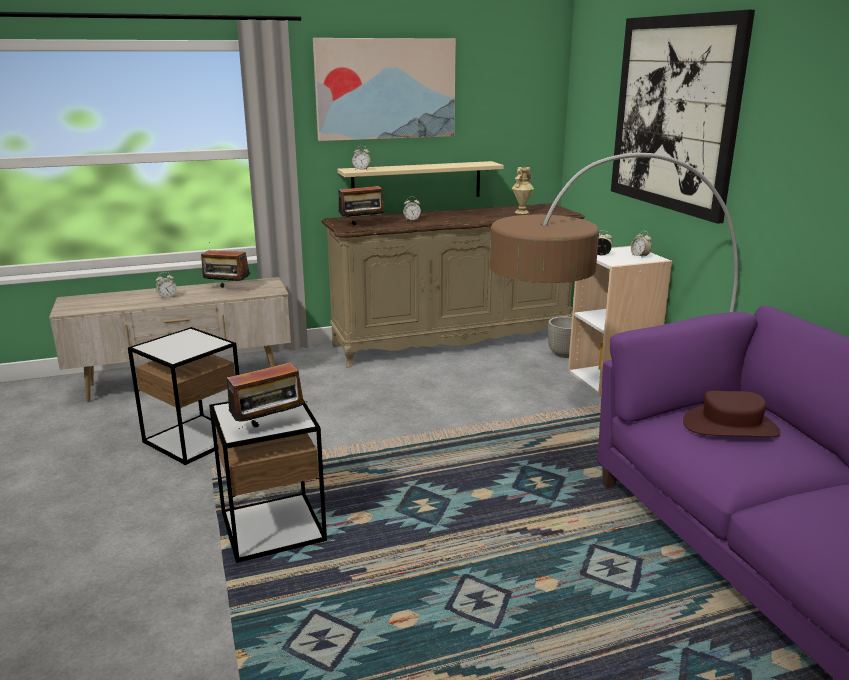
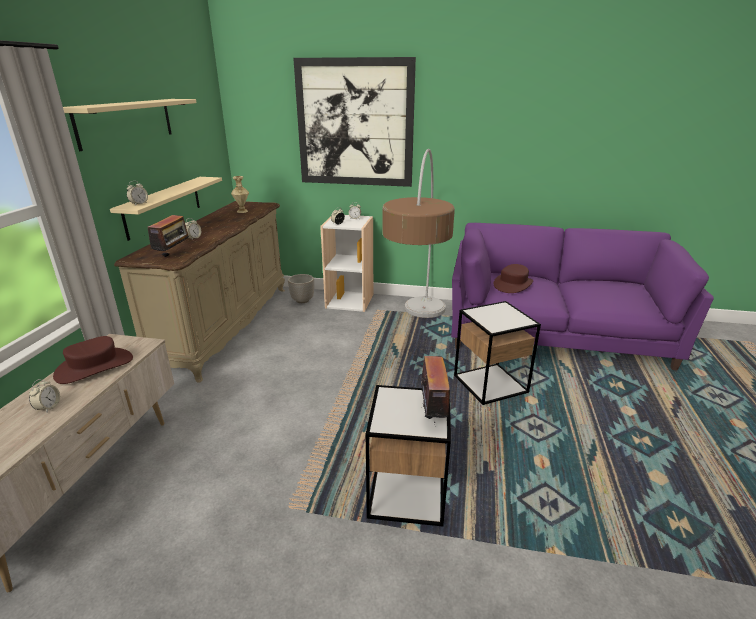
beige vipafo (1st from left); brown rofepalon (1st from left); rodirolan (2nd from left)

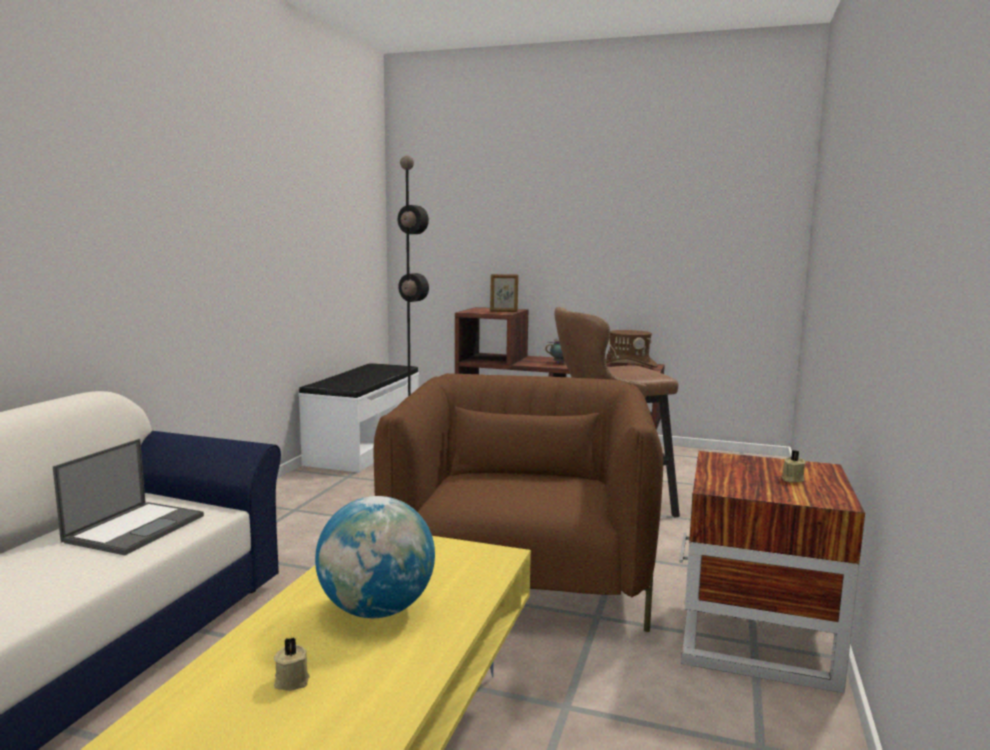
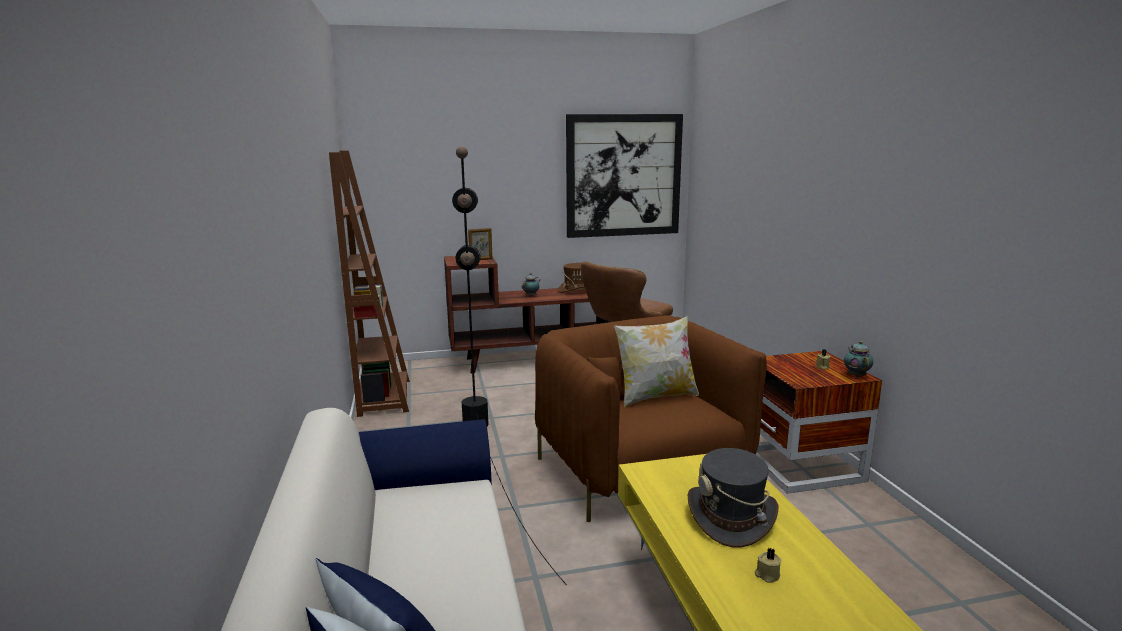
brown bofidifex; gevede; grey rofepalon; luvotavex; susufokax; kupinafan (2nd from left)

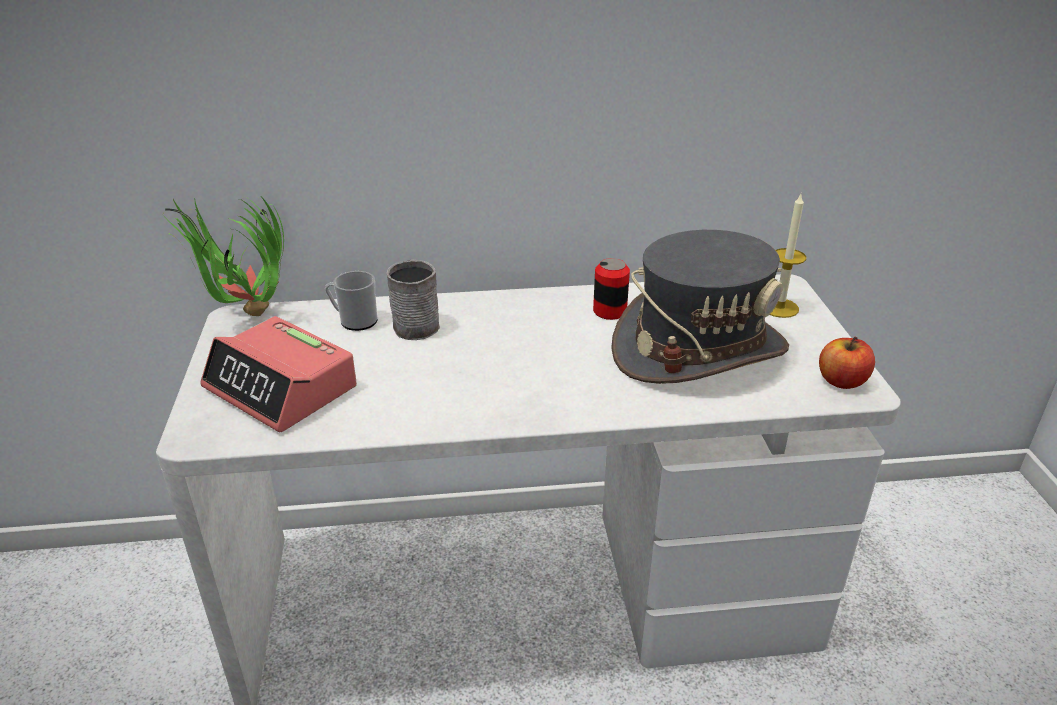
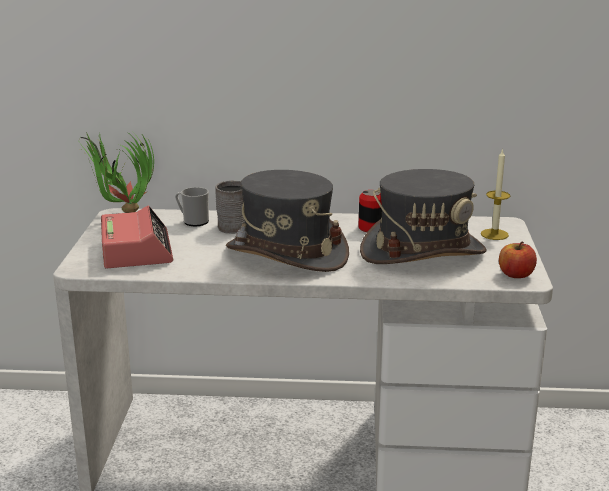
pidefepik; grey rofepalon (1st from left)

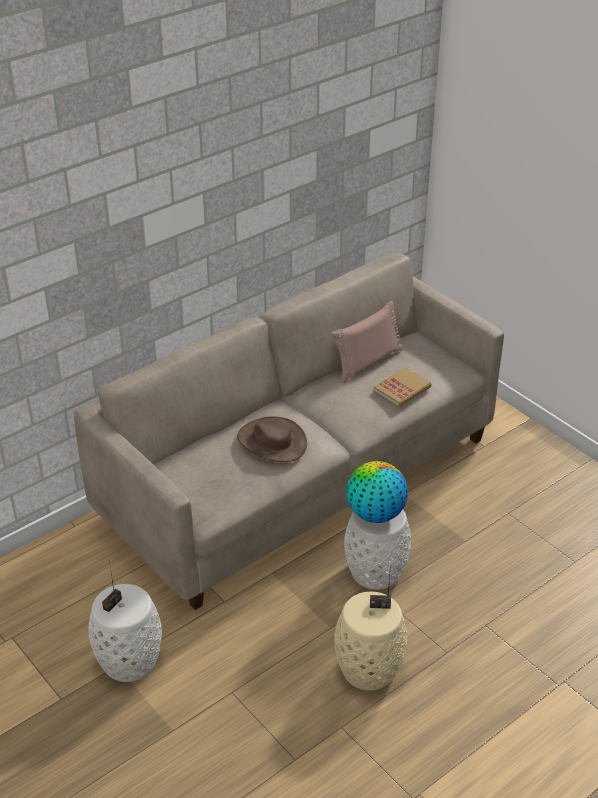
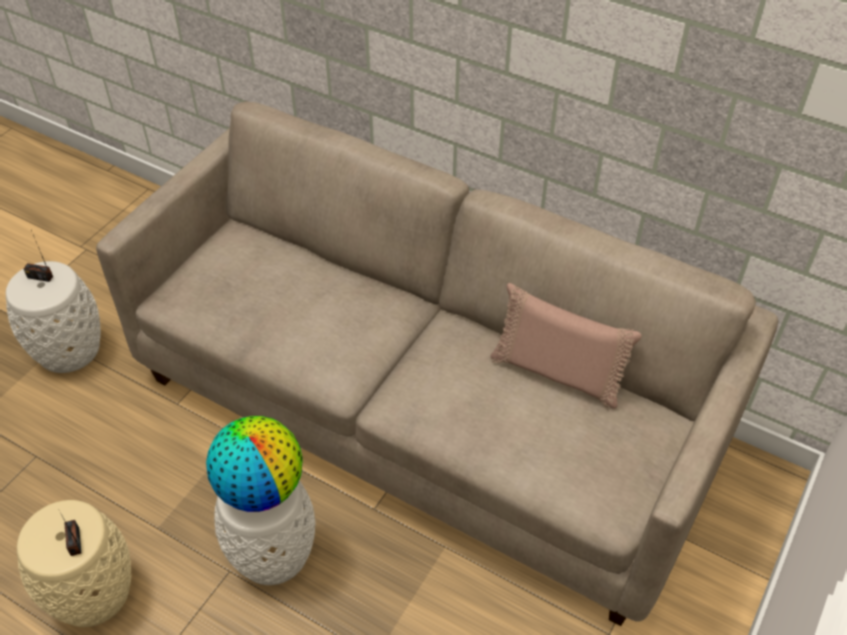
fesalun; brown rofepalon

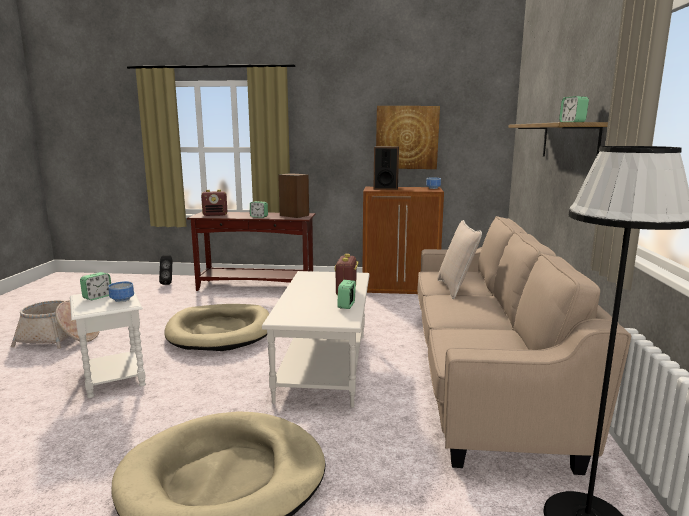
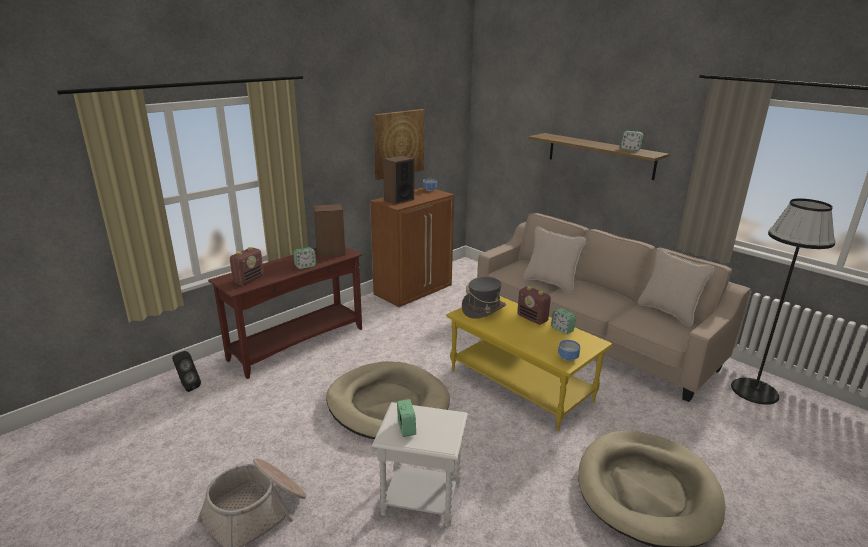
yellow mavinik; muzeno (2nd from left); beige susufokax (2nd from left); grey rofepalon

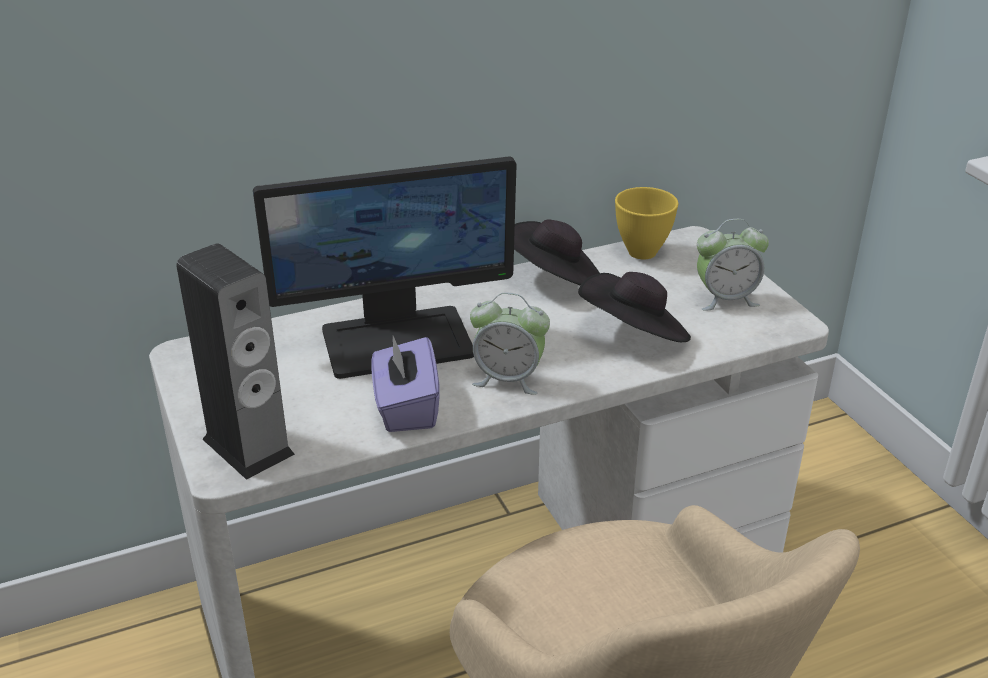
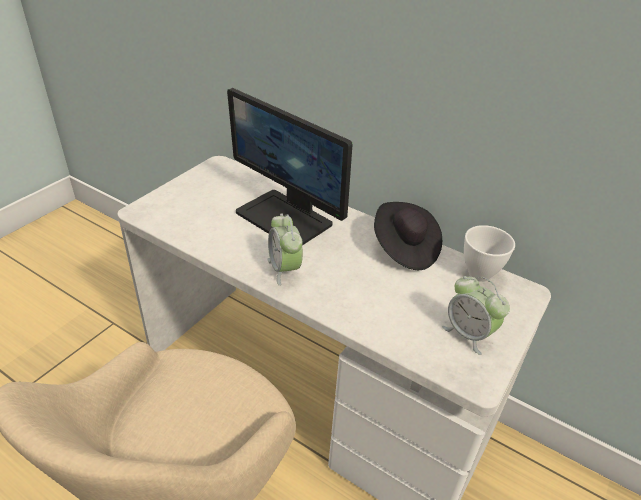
white muzeno; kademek; black rofepalon (2nd from left in the first image); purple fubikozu

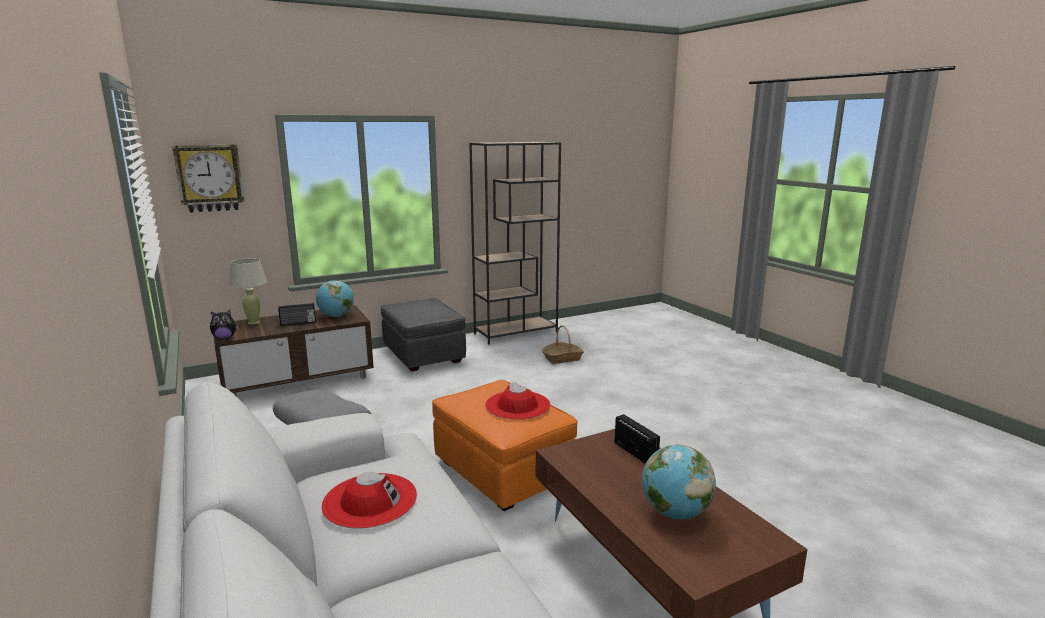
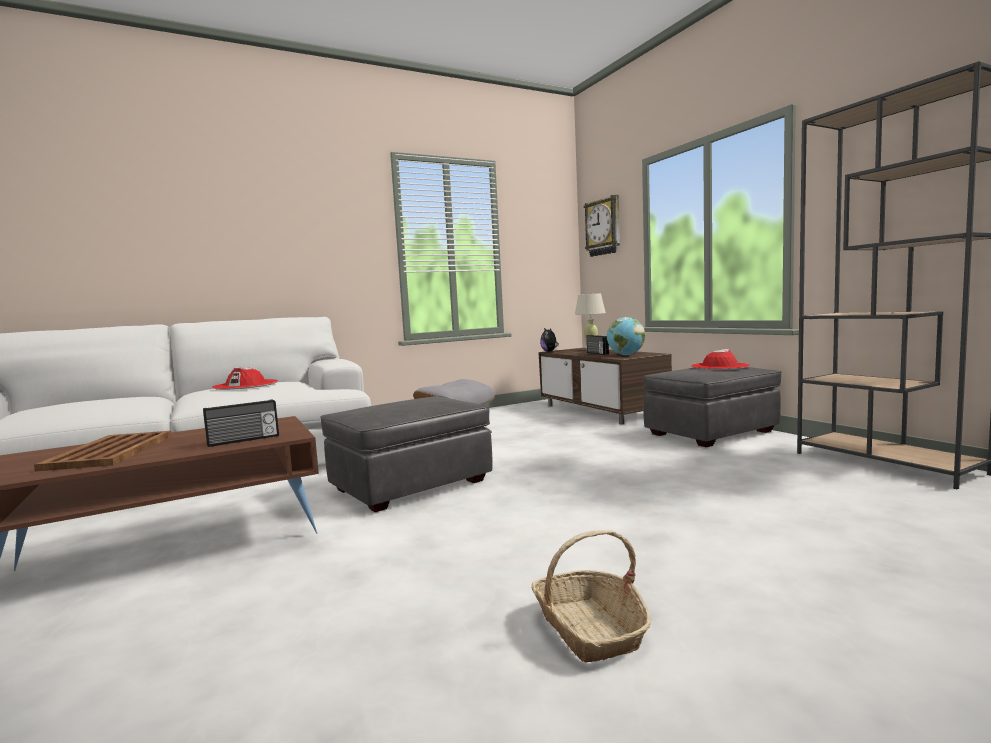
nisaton; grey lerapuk (1st from left); red rofepalon (2nd from left); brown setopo

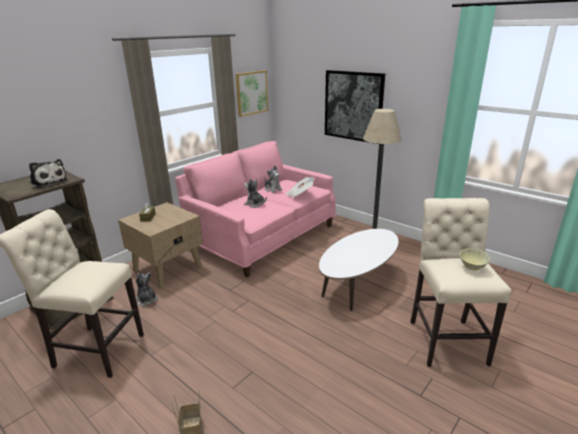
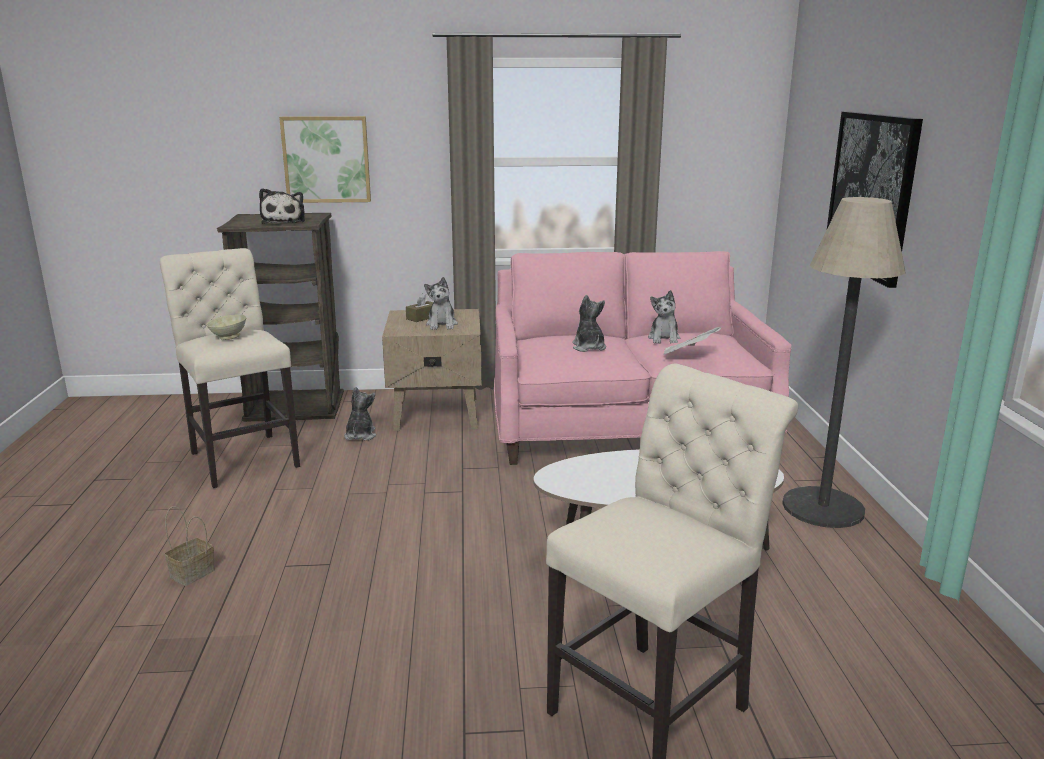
luvotavex (1st from left); beige muzeno; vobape (3rd from left)

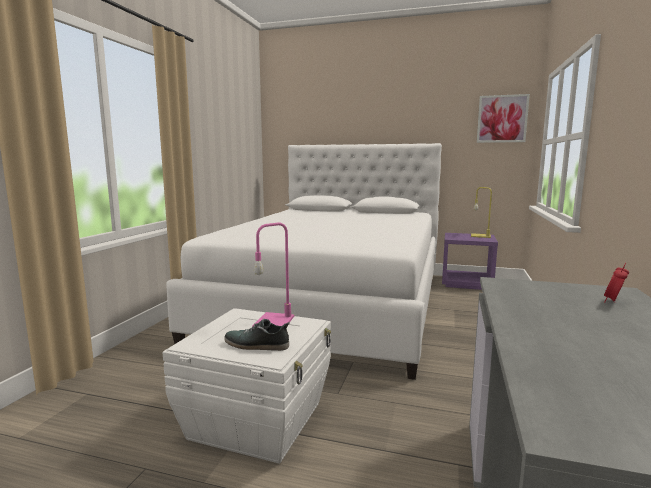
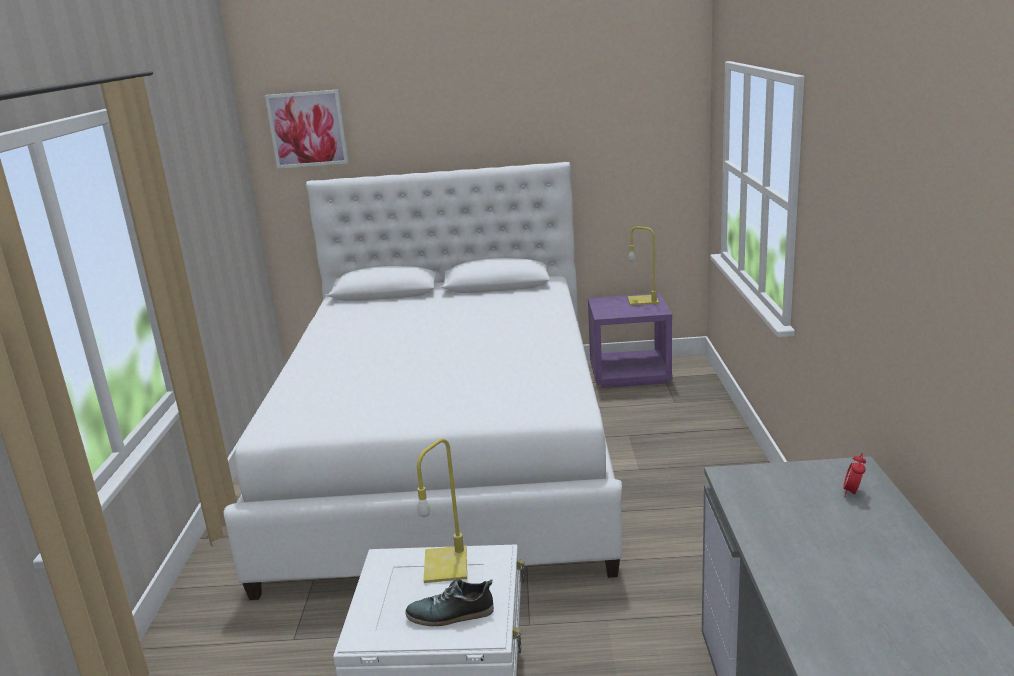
luvotavex; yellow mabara (1st from left)

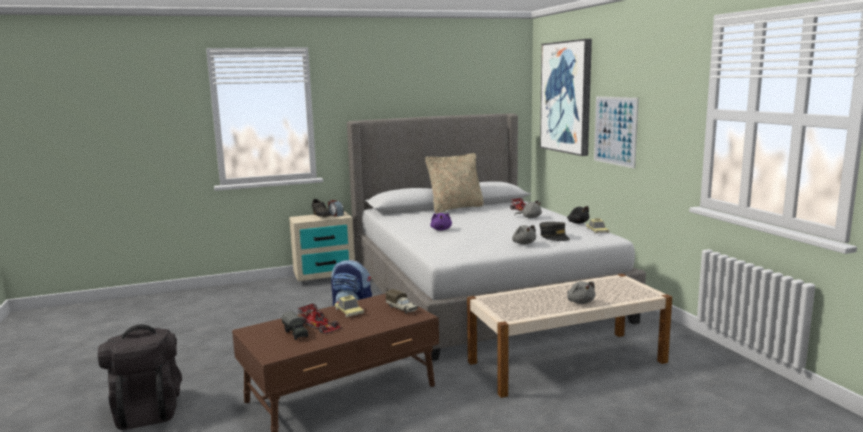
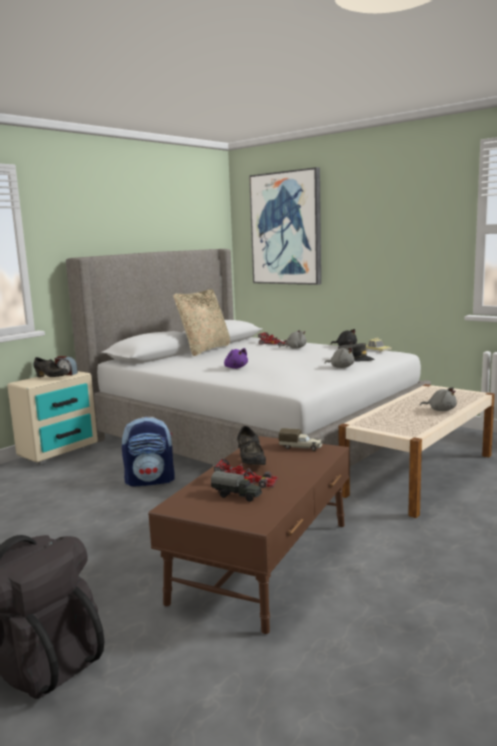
luvotavex (2nd from left in the first image); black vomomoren (2nd from left)

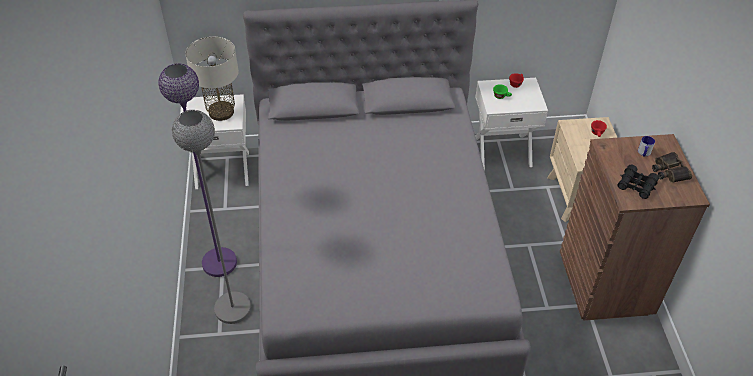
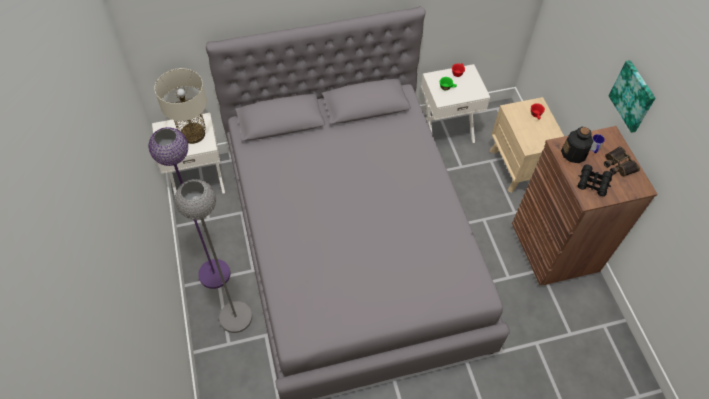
luvotavex; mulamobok

